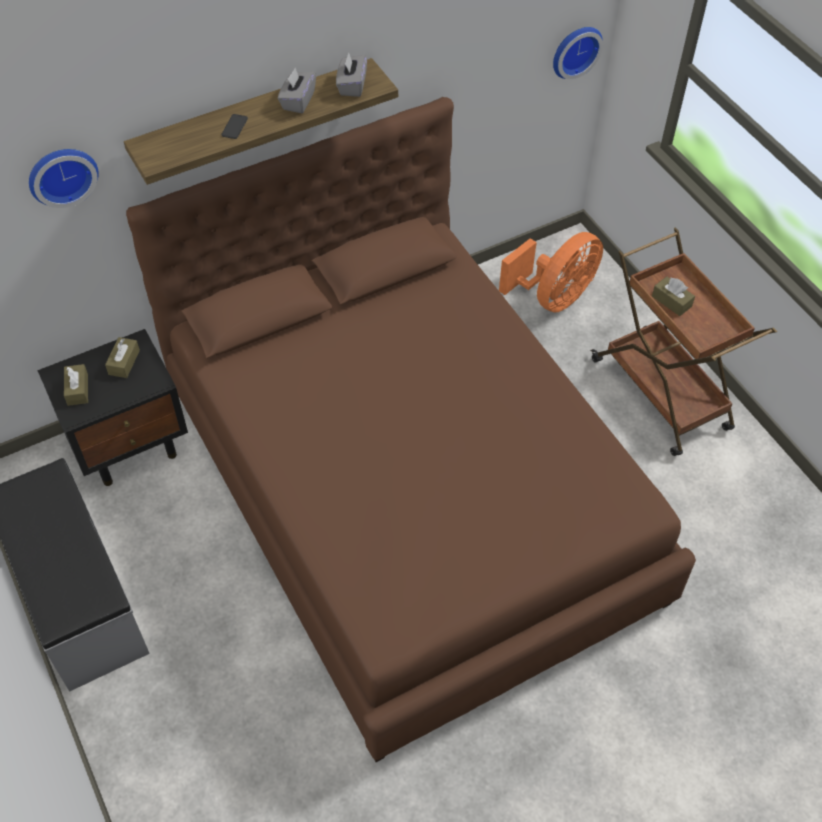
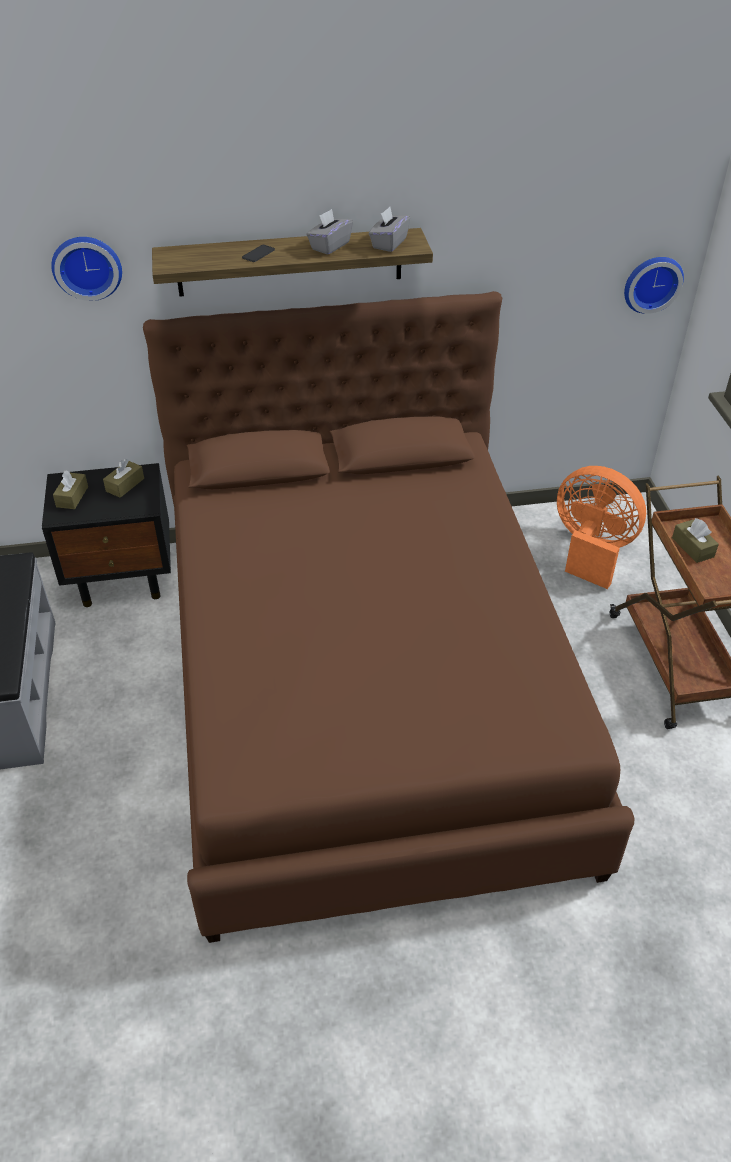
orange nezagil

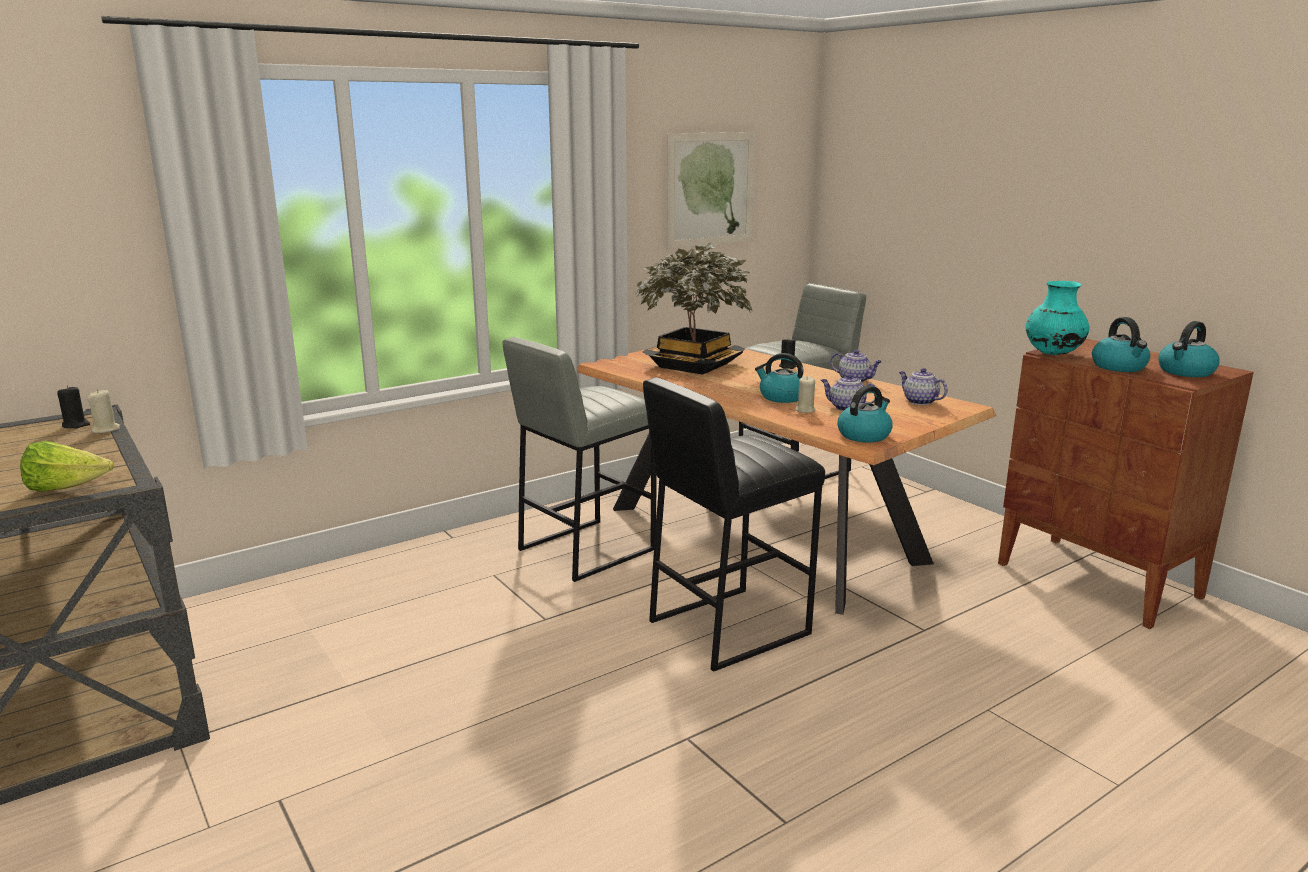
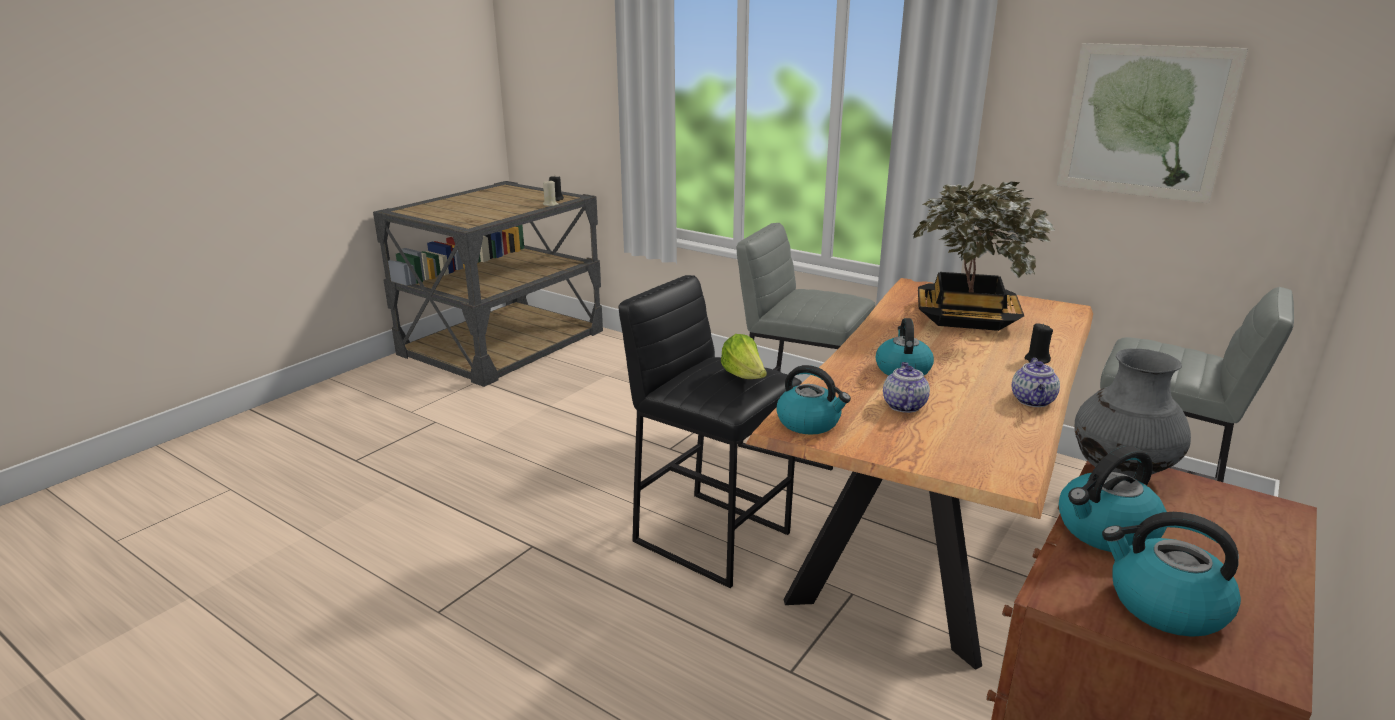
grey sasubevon; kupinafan (3rd from left in the first image); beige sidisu (2nd from left in the first image); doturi

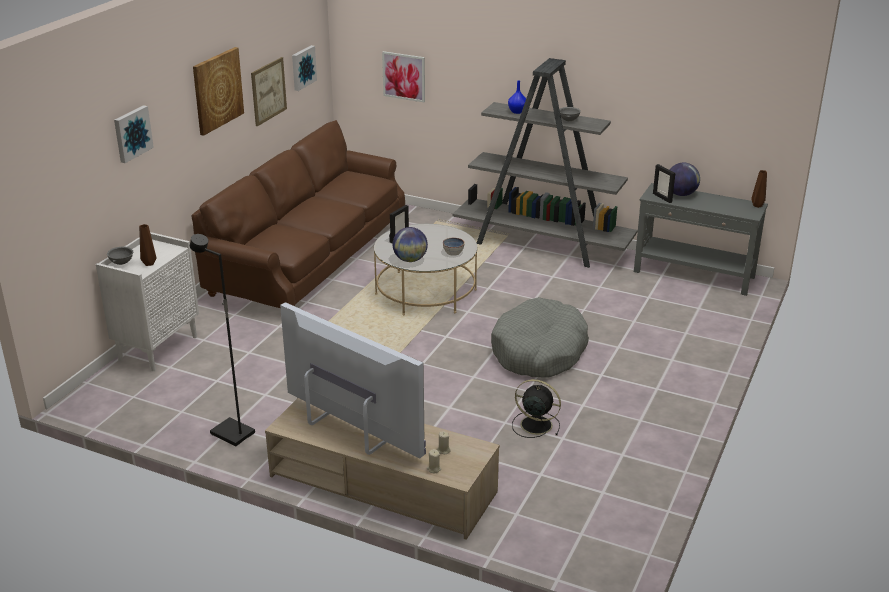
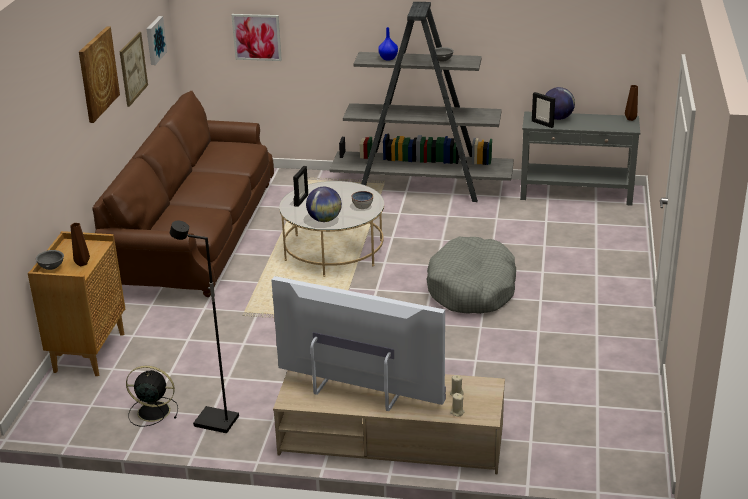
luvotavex (1st from left in the first image); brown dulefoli; black nezagil

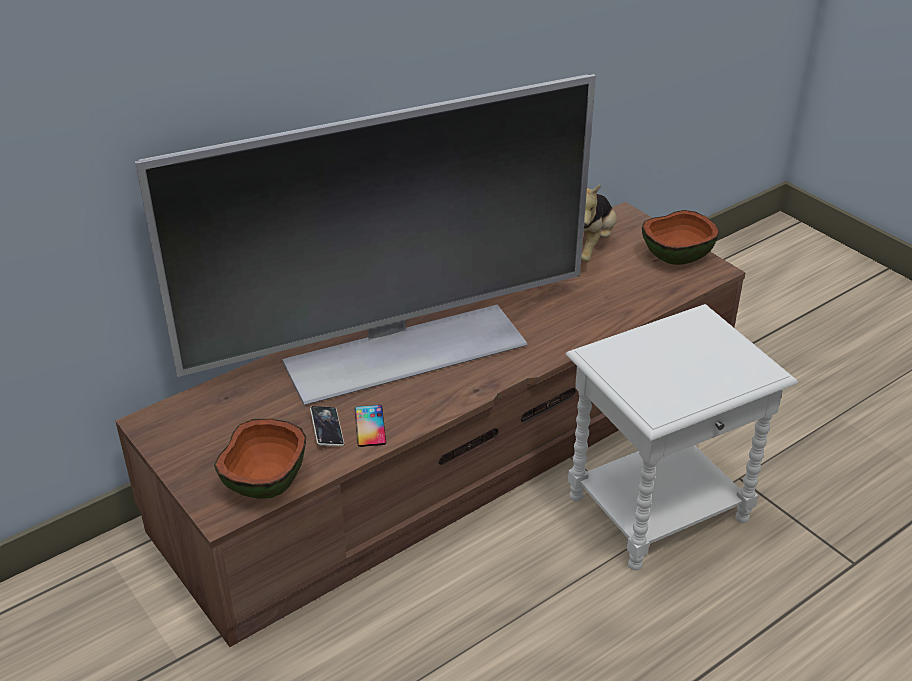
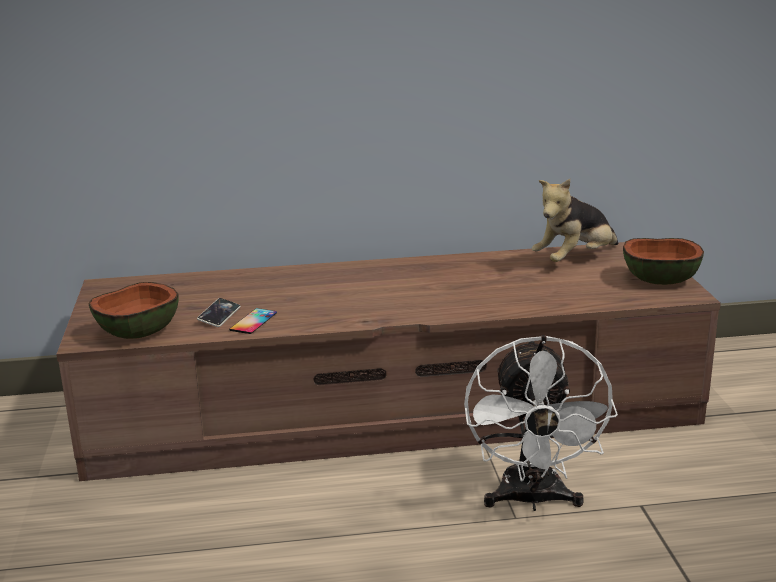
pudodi; white nezagil

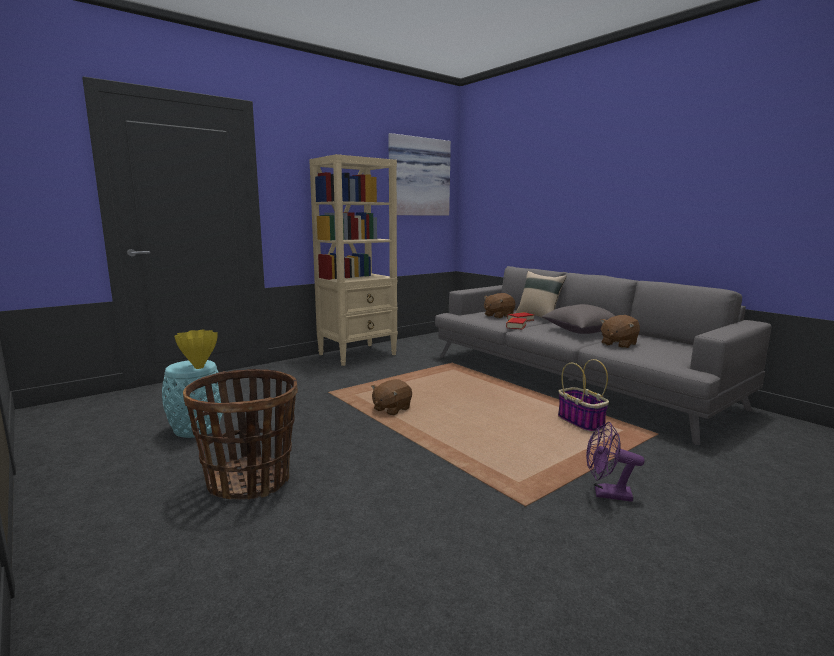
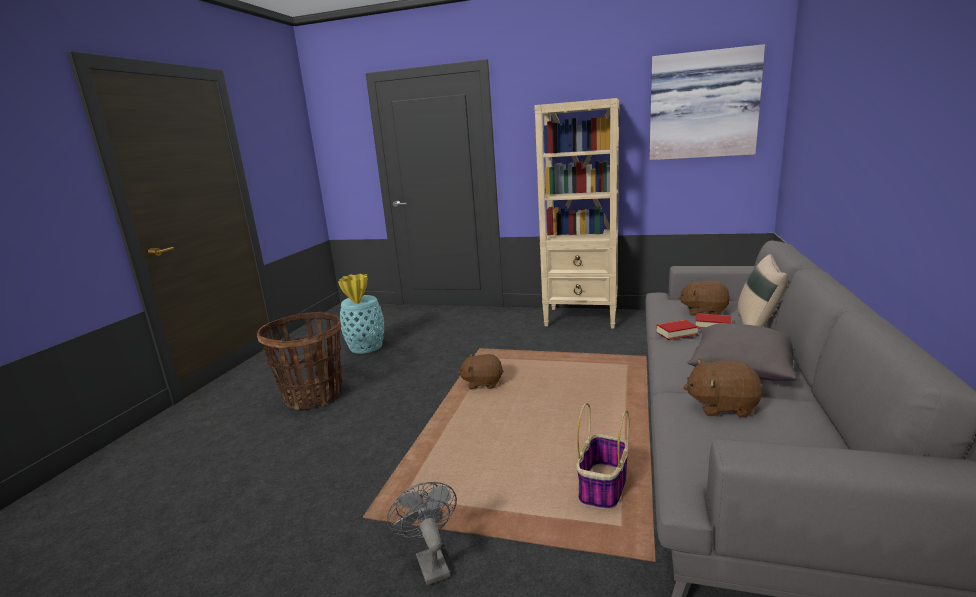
grey nezagil

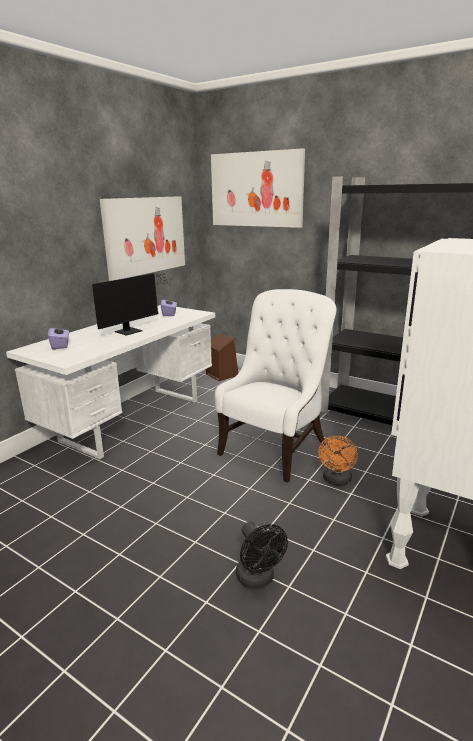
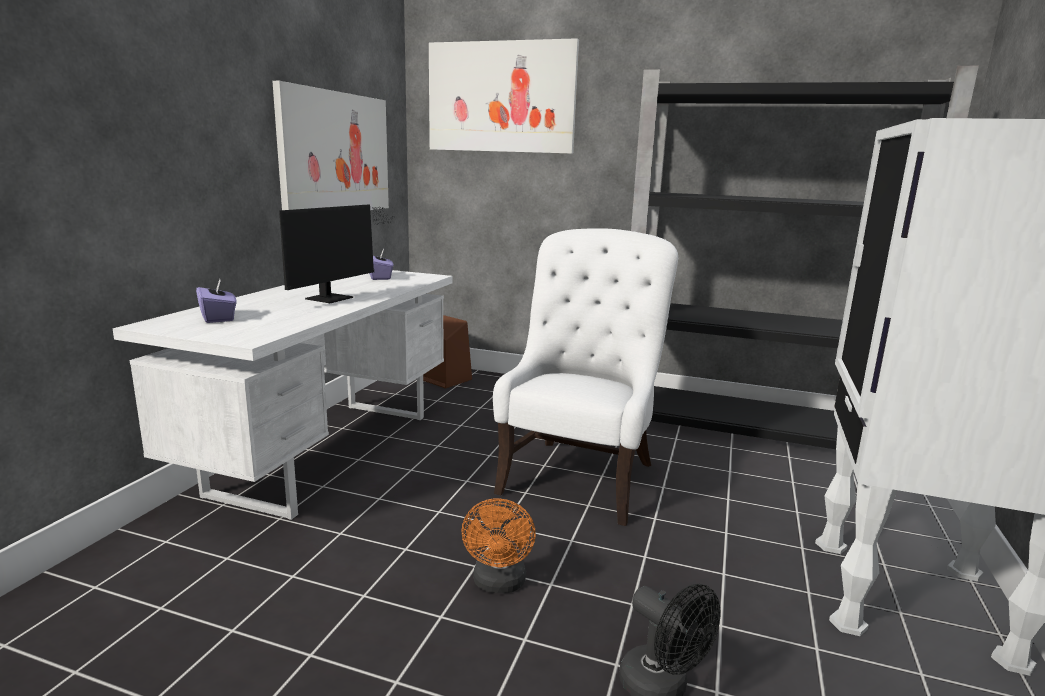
orange nezagil

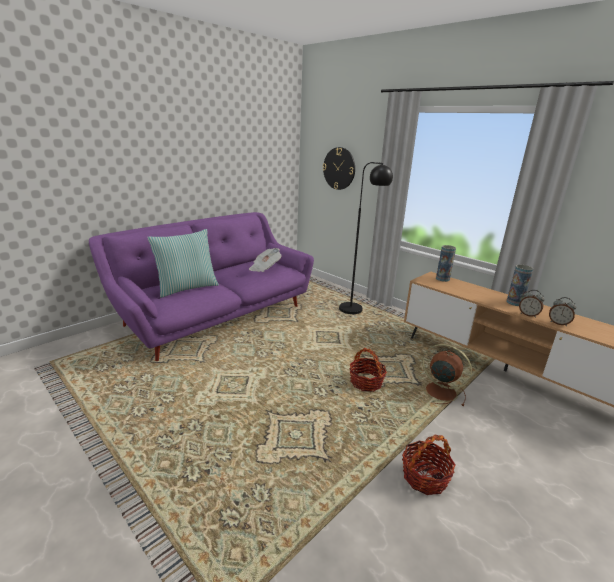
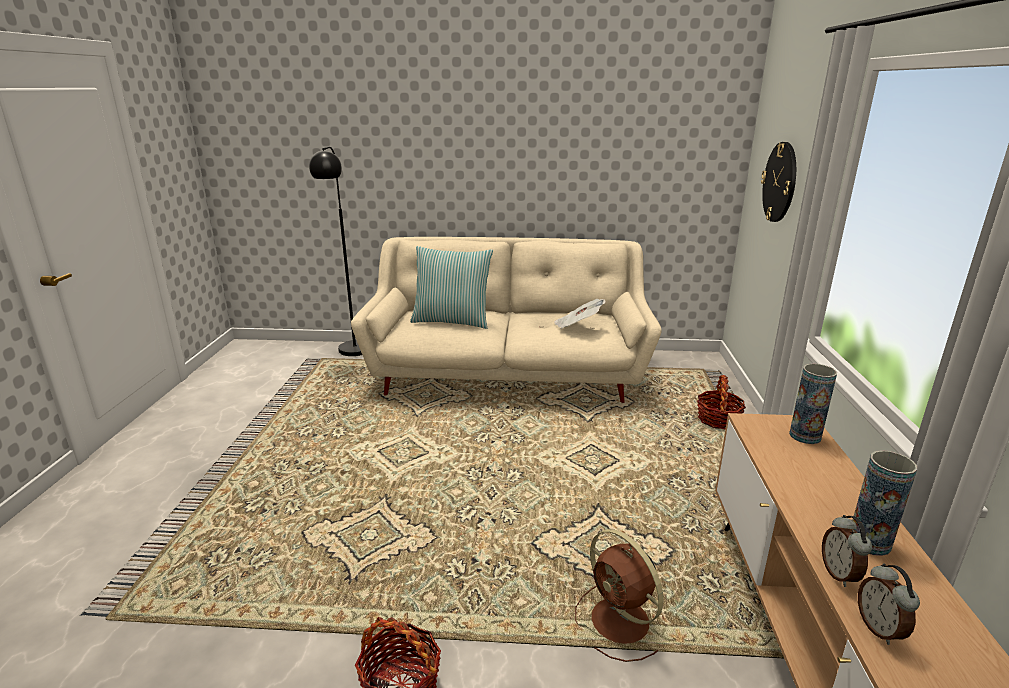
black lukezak; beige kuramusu; brown nezagil; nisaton (2nd from left)

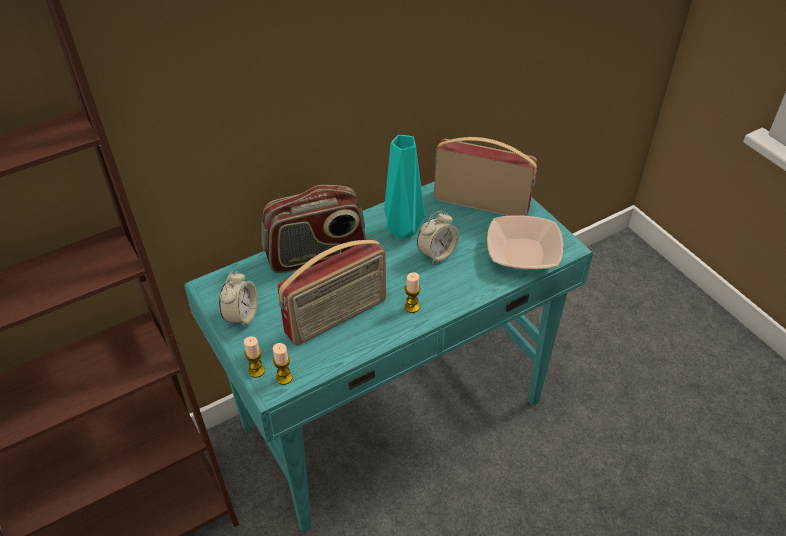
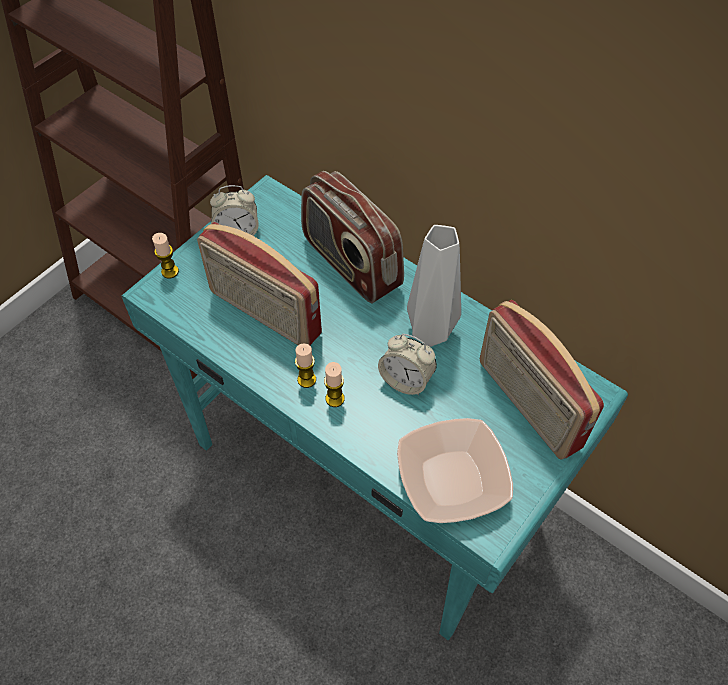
grey sasubevon; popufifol (3rd from left); sidisu (3rd from left)

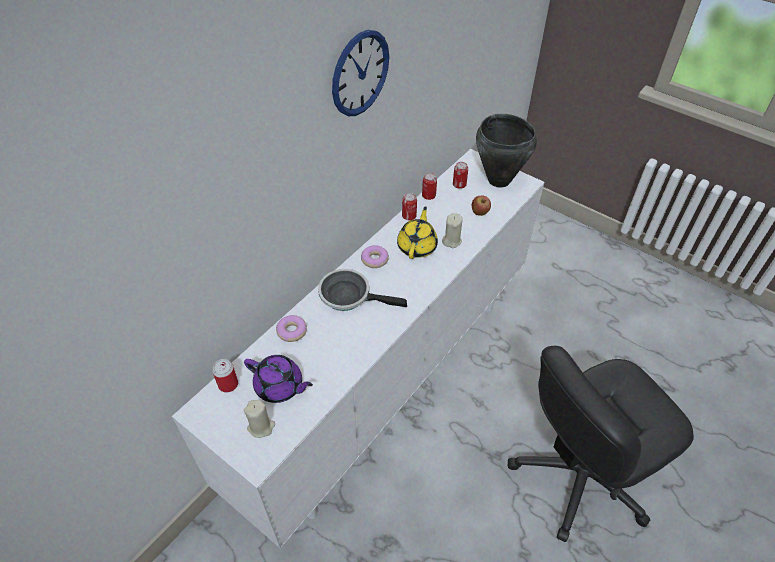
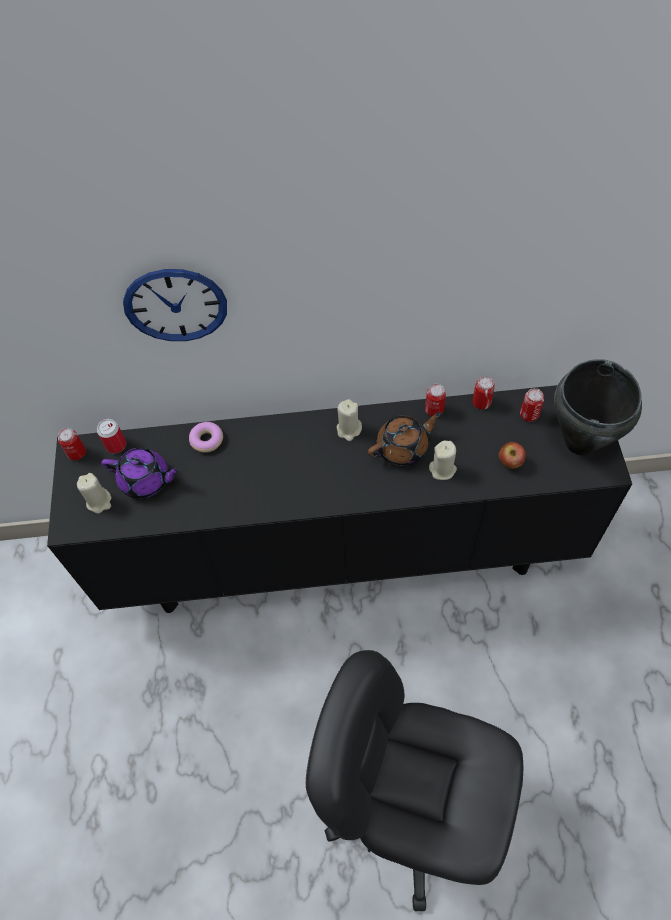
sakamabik; black dulefoli; brown kupinafan; beige sidisu (2nd from left); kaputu; purple kupinafan; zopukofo (1st from left)

